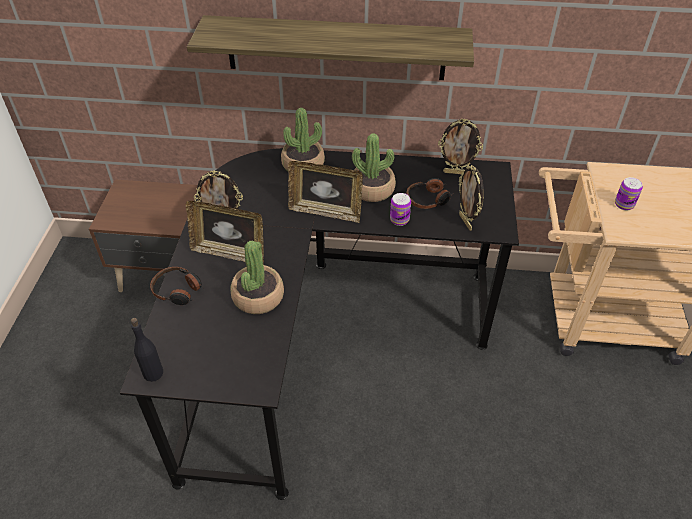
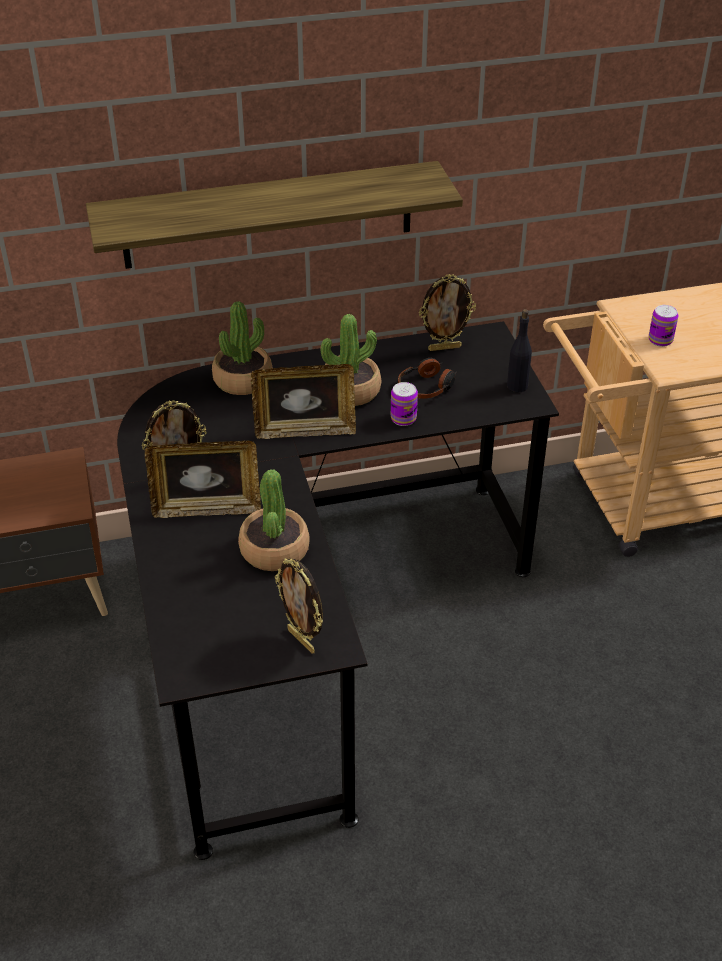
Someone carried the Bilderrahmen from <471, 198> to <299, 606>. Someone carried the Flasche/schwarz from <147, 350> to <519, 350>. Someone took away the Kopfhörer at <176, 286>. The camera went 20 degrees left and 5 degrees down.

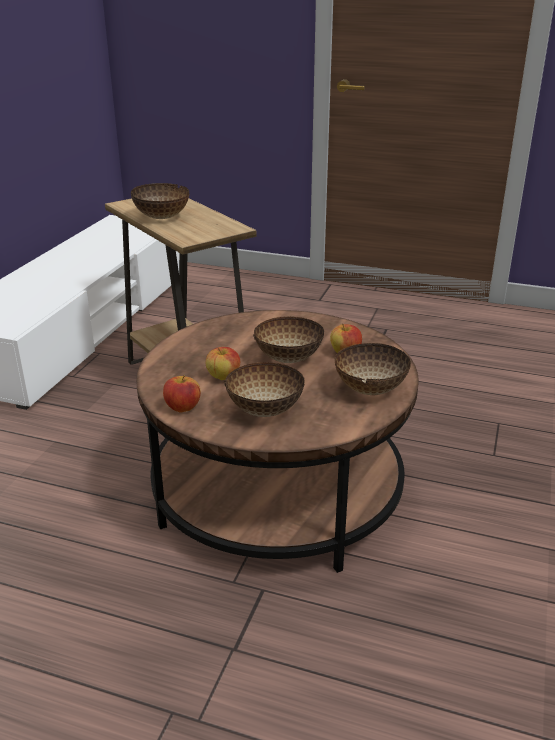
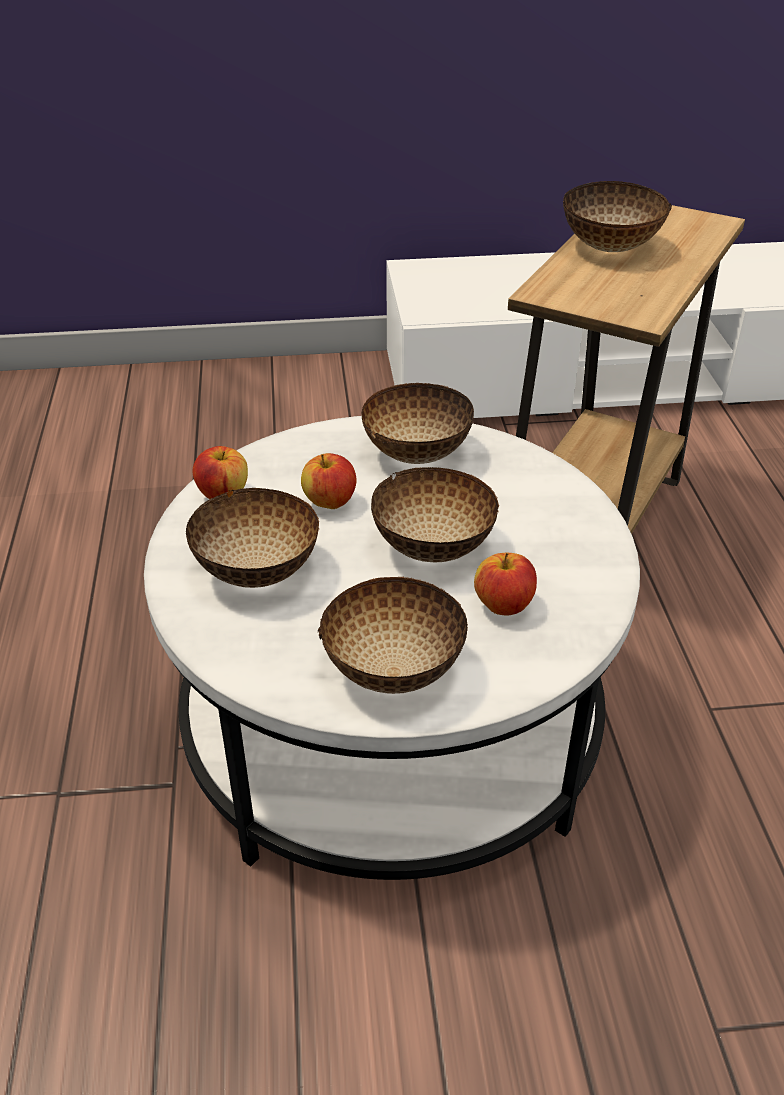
Someone repainted the Couchtisch/braun at <277, 441>, which became the Couchtisch/weiß at <392, 648>. Someone put down the Schüssel at <418, 423>. The camera went 65 degrees right and 10 degrees up.

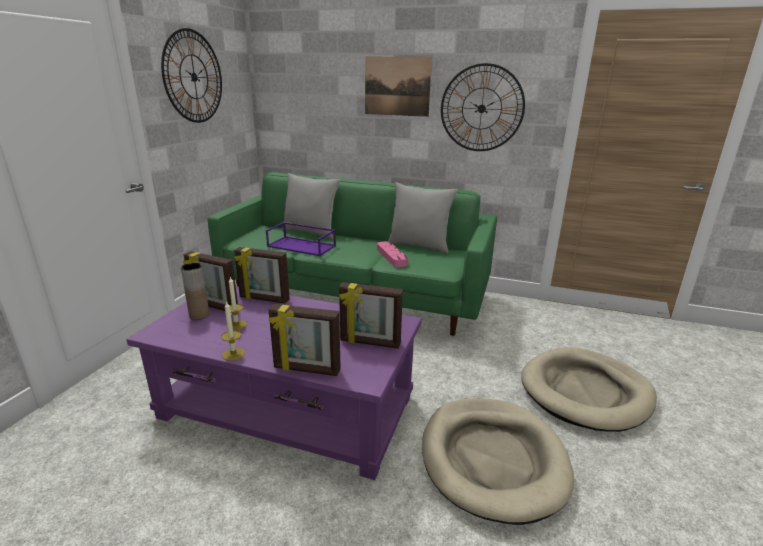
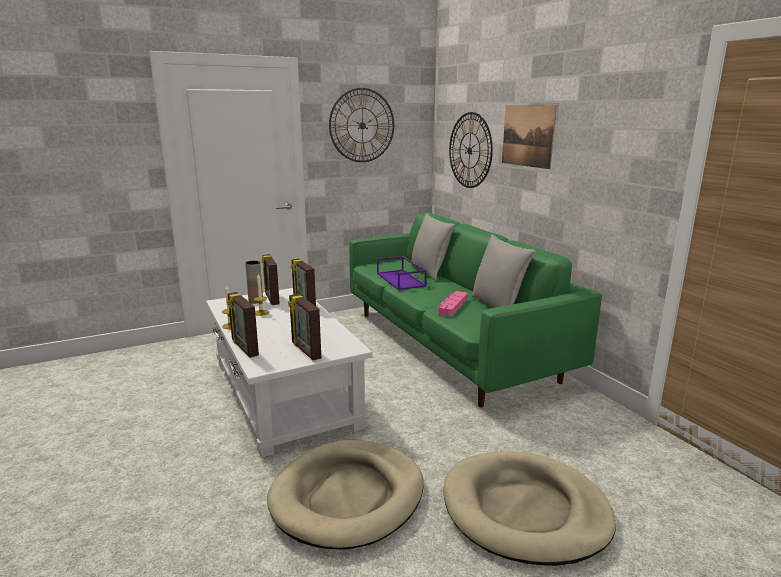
Someone repainted the Couchtisch/lila at <274, 383>, which became the Couchtisch/weiß at <289, 373>. Someone carried the Wanduhr from <483, 107> to <471, 150>. The camera went 45 degrees right and 5 degrees down.

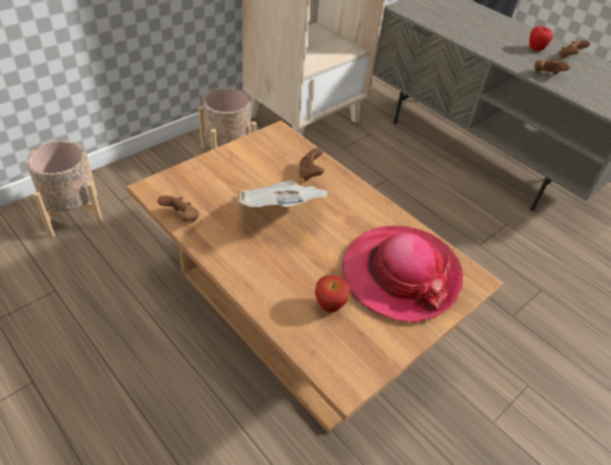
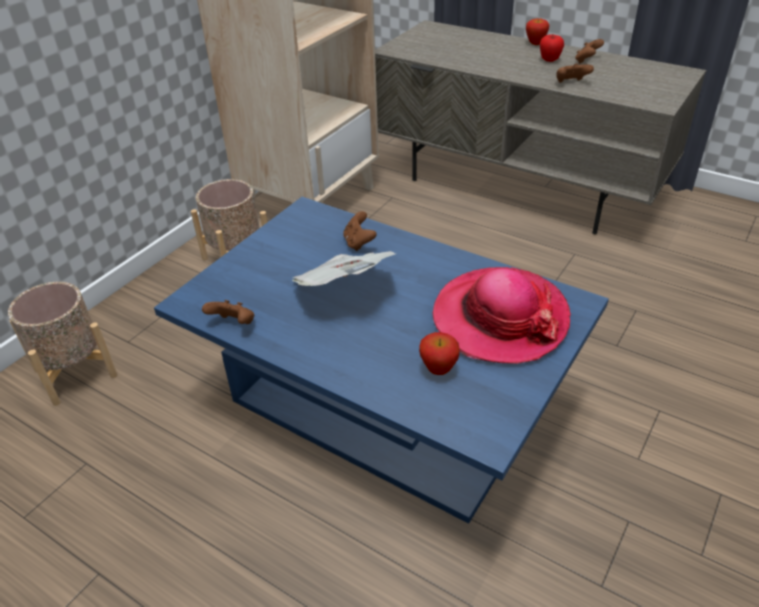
Someone repainted the Couchtisch/braun at <315, 276>, which became the Couchtisch/blau at <381, 360>. Someone put down the Apfel at <537, 31>. The camera went 10 degrees left and 5 degrees down.

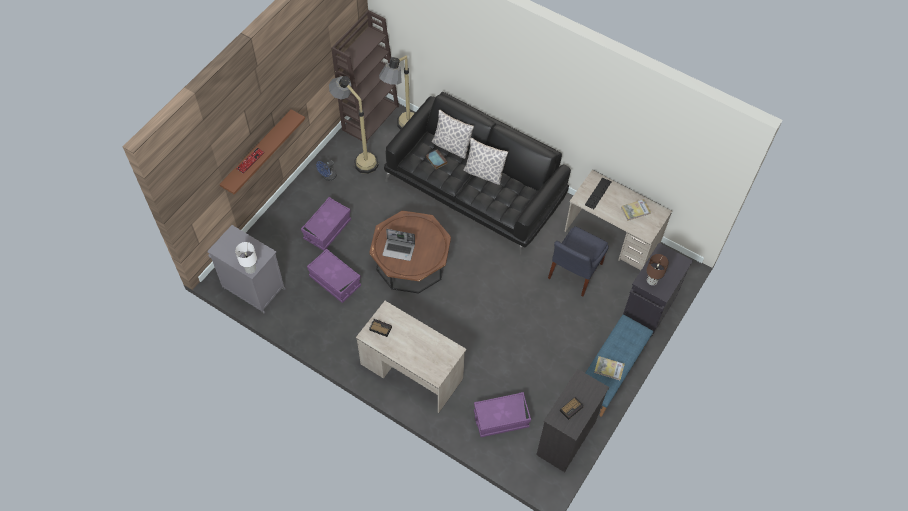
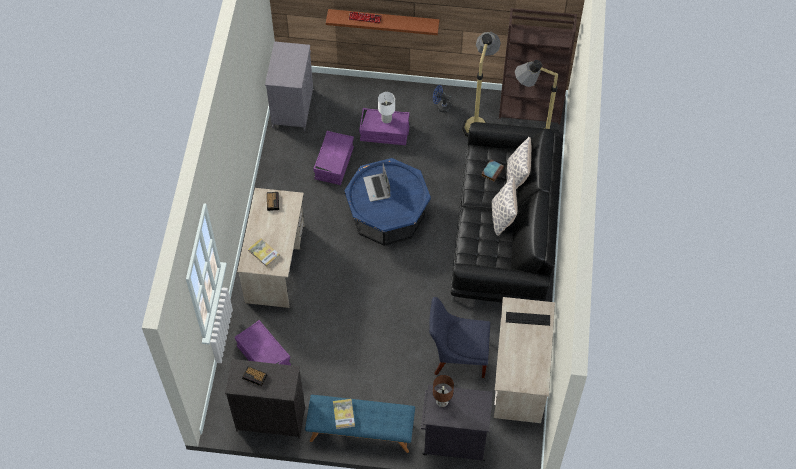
Someone carried the Buch from <636, 210> to <264, 252>. Someone repainted the Couchtisch/braun at <410, 252>, which became the Couchtisch/blau at <387, 202>. Someone carried the Tischlampe/weiß from <246, 258> to <386, 107>. The camera went 65 degrees right and 0 degrees up.

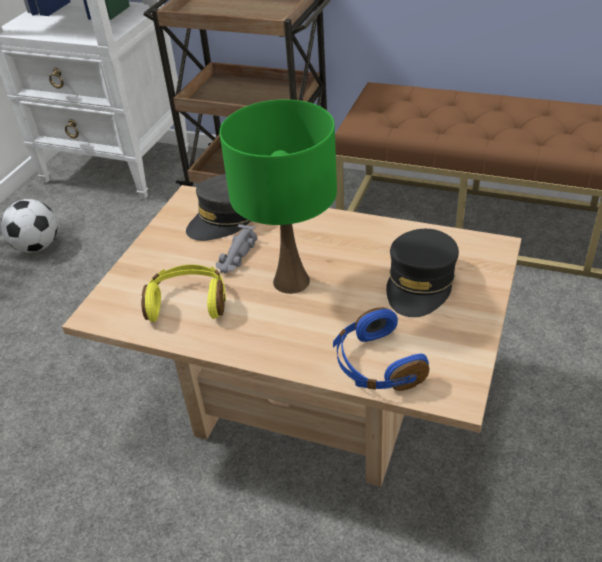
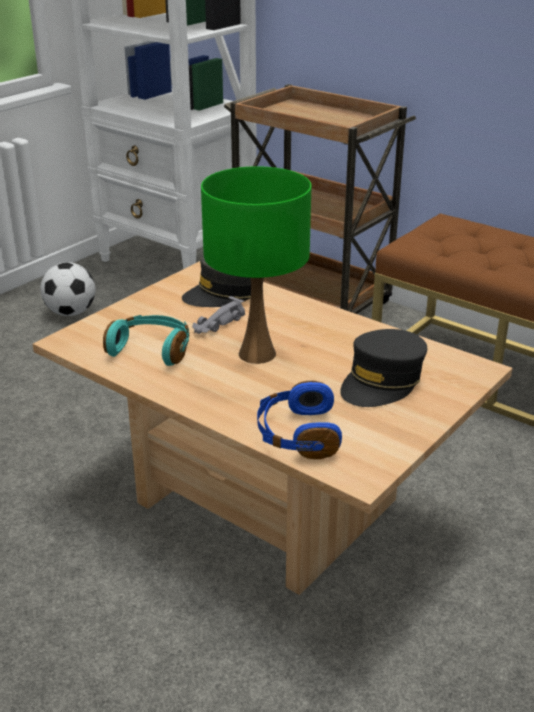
Someone repainted the Kopfhörer/gelb at <183, 293>, which became the Kopfhörer/türkis at <146, 340>. The camera went 15 degrees right and 10 degrees down.

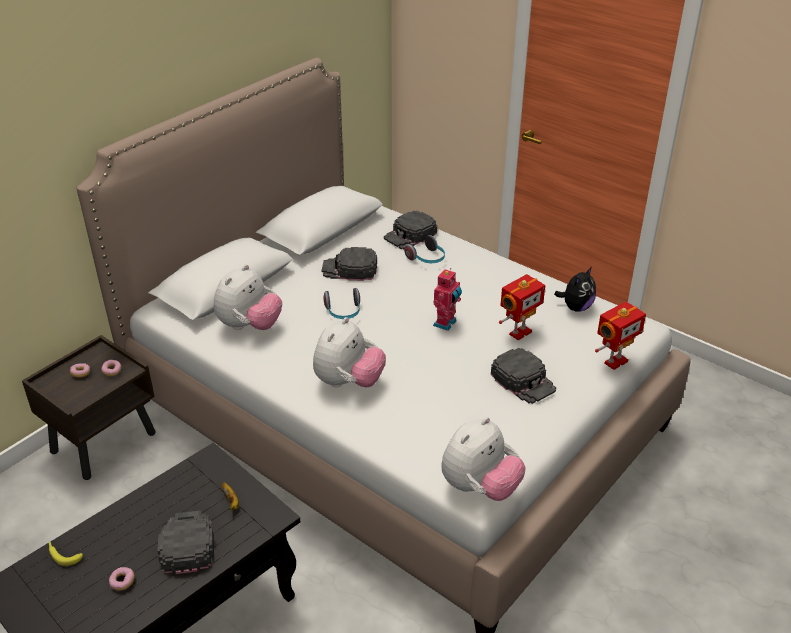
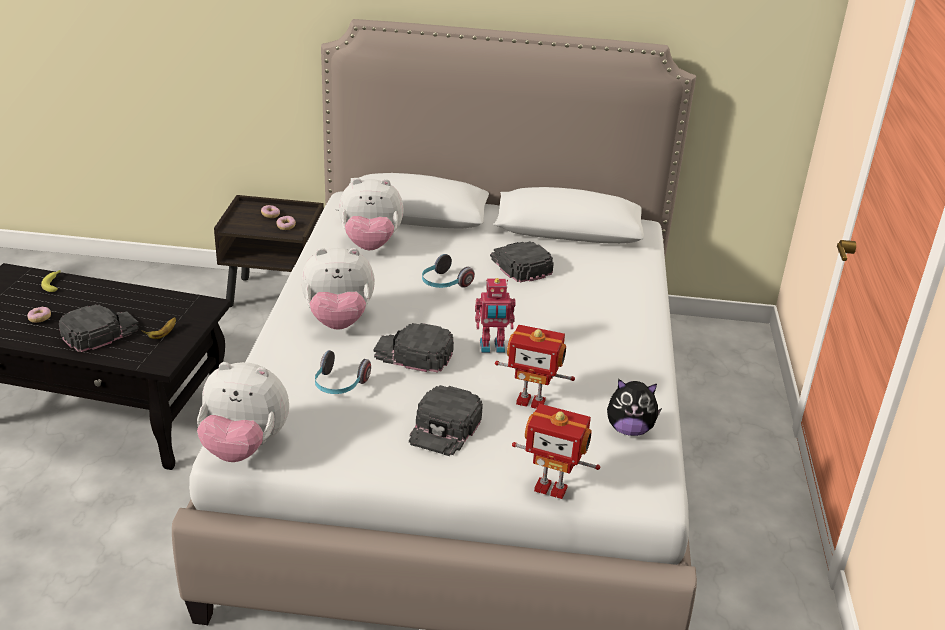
Someone carried the Kopfhörer from <424, 249> to <343, 372>. Someone carried the Kappe/schwarz from <410, 229> to <413, 348>. The camera went 55 degrees right and 5 degrees down.

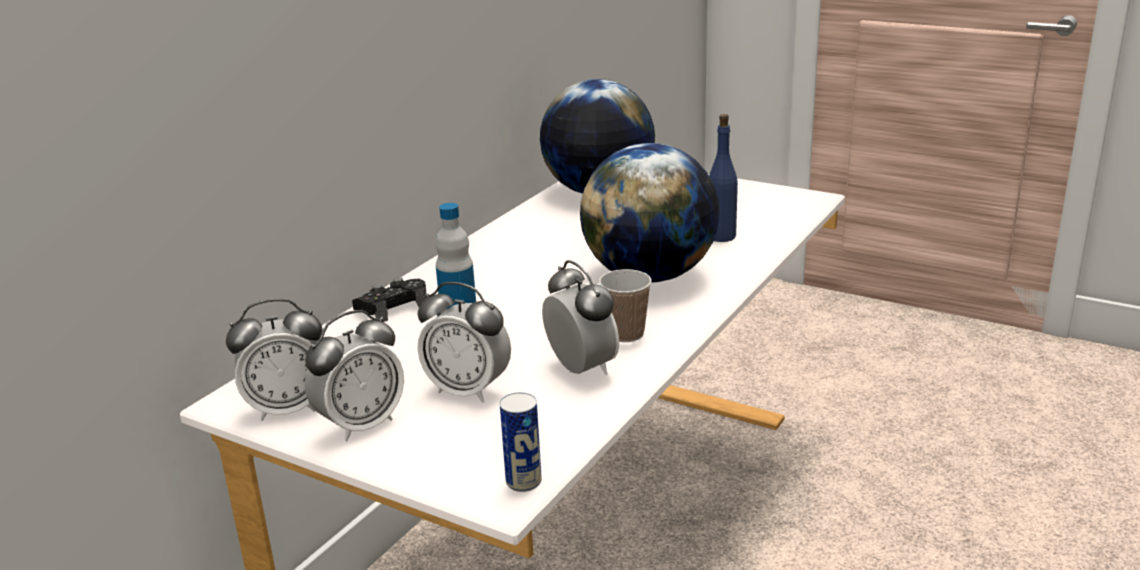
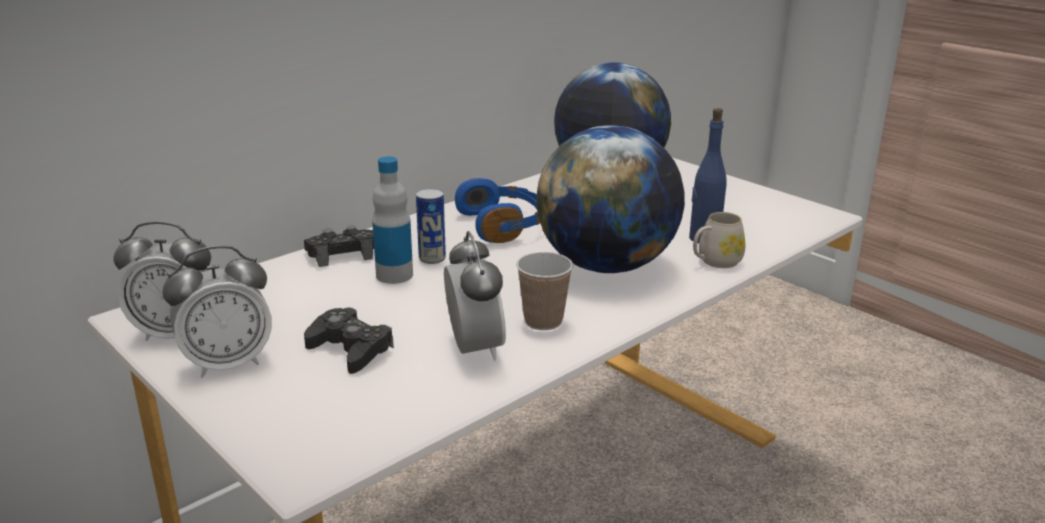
Someone swapped the Wecker at <464, 342> for the Gamepad/schwarz at <349, 341>. Someone carried the Dose from <521, 442> to <431, 226>. Someone put down the Kopfhörer/blau at <497, 210>. Someone put down the Henkelbecher/weiß at <719, 240>. The camera went 15 degrees right and 0 degrees up.

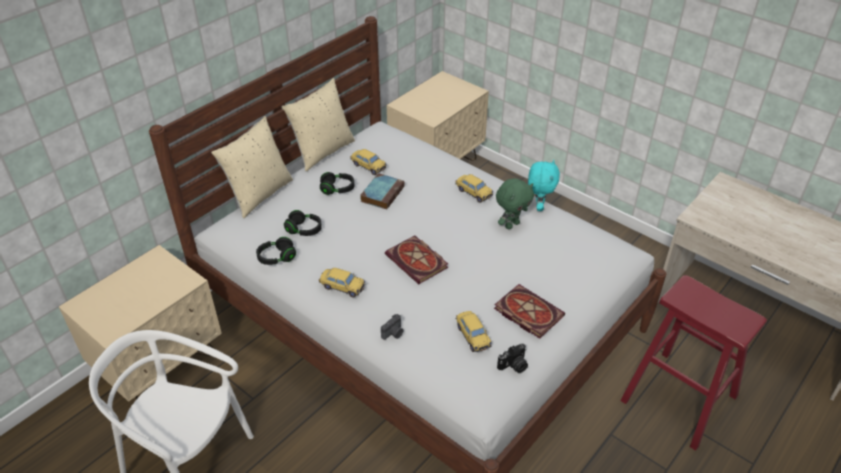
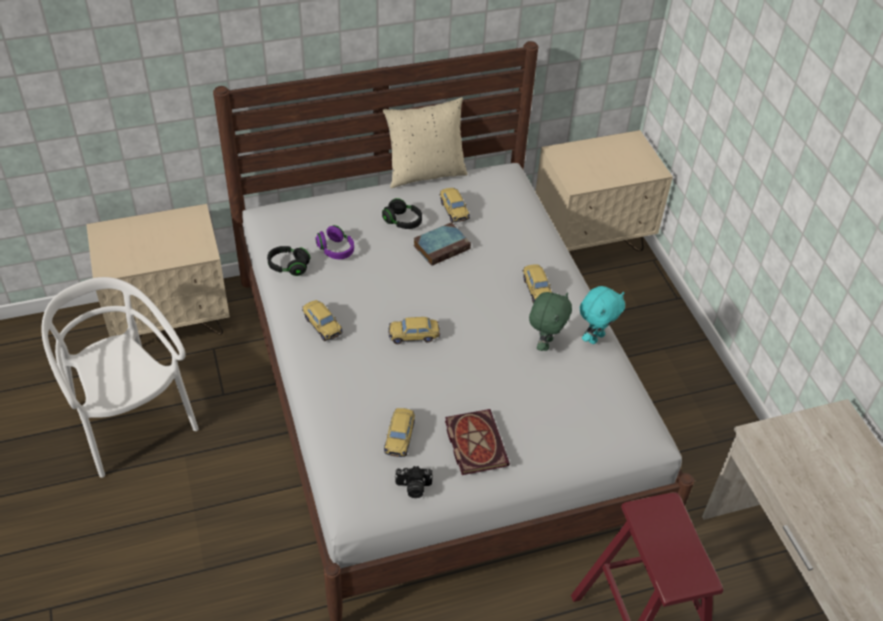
Someone repainted the Kopfhörer/schwarz at <303, 223>, which became the Kopfhörer/lila at <335, 242>. Someone swapped the Buch at <416, 259> for the Spielzeugauto at <414, 330>. Someone rotated the Plüschtier/grün at <515, 203> by 60 degrees counterclockwise. Someone took away the Kissen/beige at <252, 167>. Someone took away the Kamera at <392, 327>. The camera went 30 degrees right and 5 degrees up.

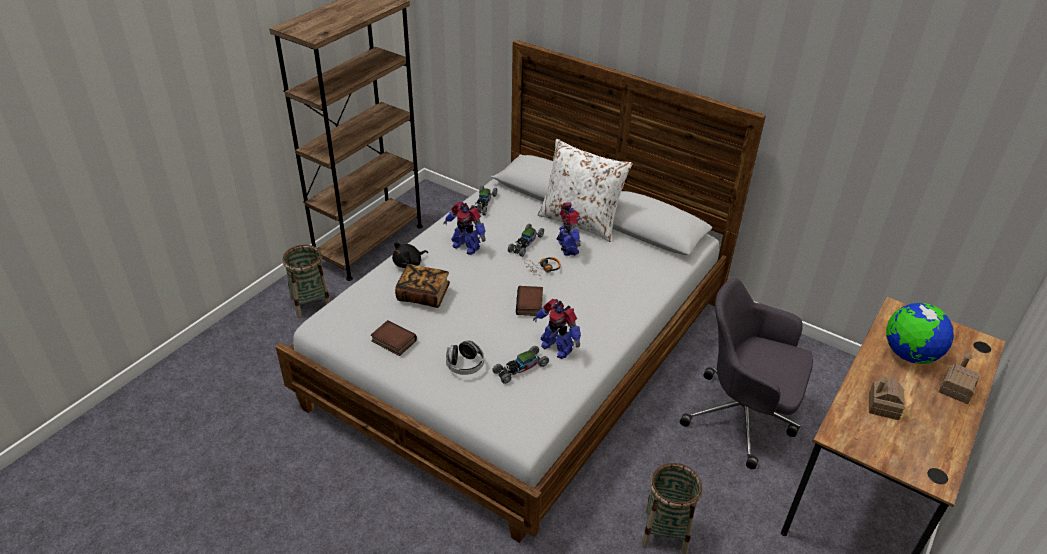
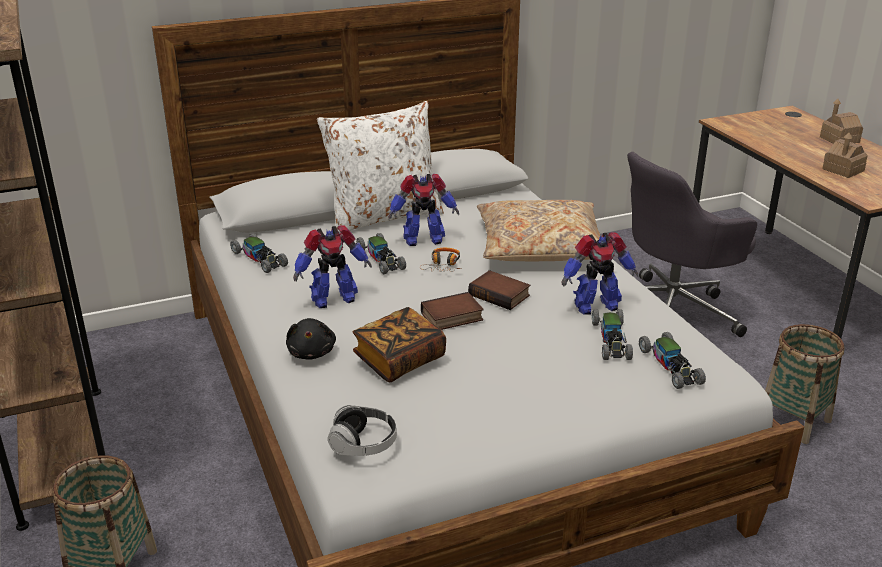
Someone carried the Kopfhörer from <465, 357> to <362, 430>. Someone rotated the Spielzeugroboter at <568, 229> by 150 degrees clockwise. Someone carried the Buch from <394, 338> to <452, 311>. Someone put down the Kissen/beige at <538, 230>. Someone put down the Spielzeugauto at <672, 360>. Someone took away the Globus at <920, 333>. The camera went 55 degrees left and 10 degrees down.

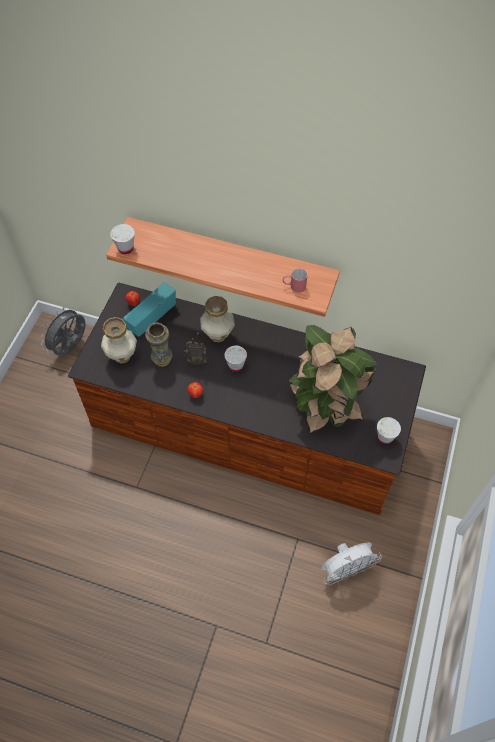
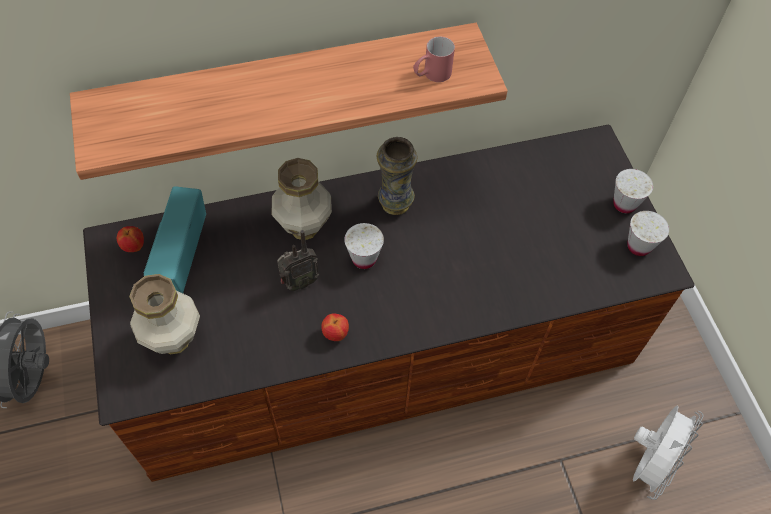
Someone carried the Vase from <158, 344> to <397, 176>. Someone carried the Tasse/weiß from <122, 239> to <633, 191>. Someone took away the Topfpflanze at <333, 379>. The camera went 35 degrees left and 0 degrees up.

